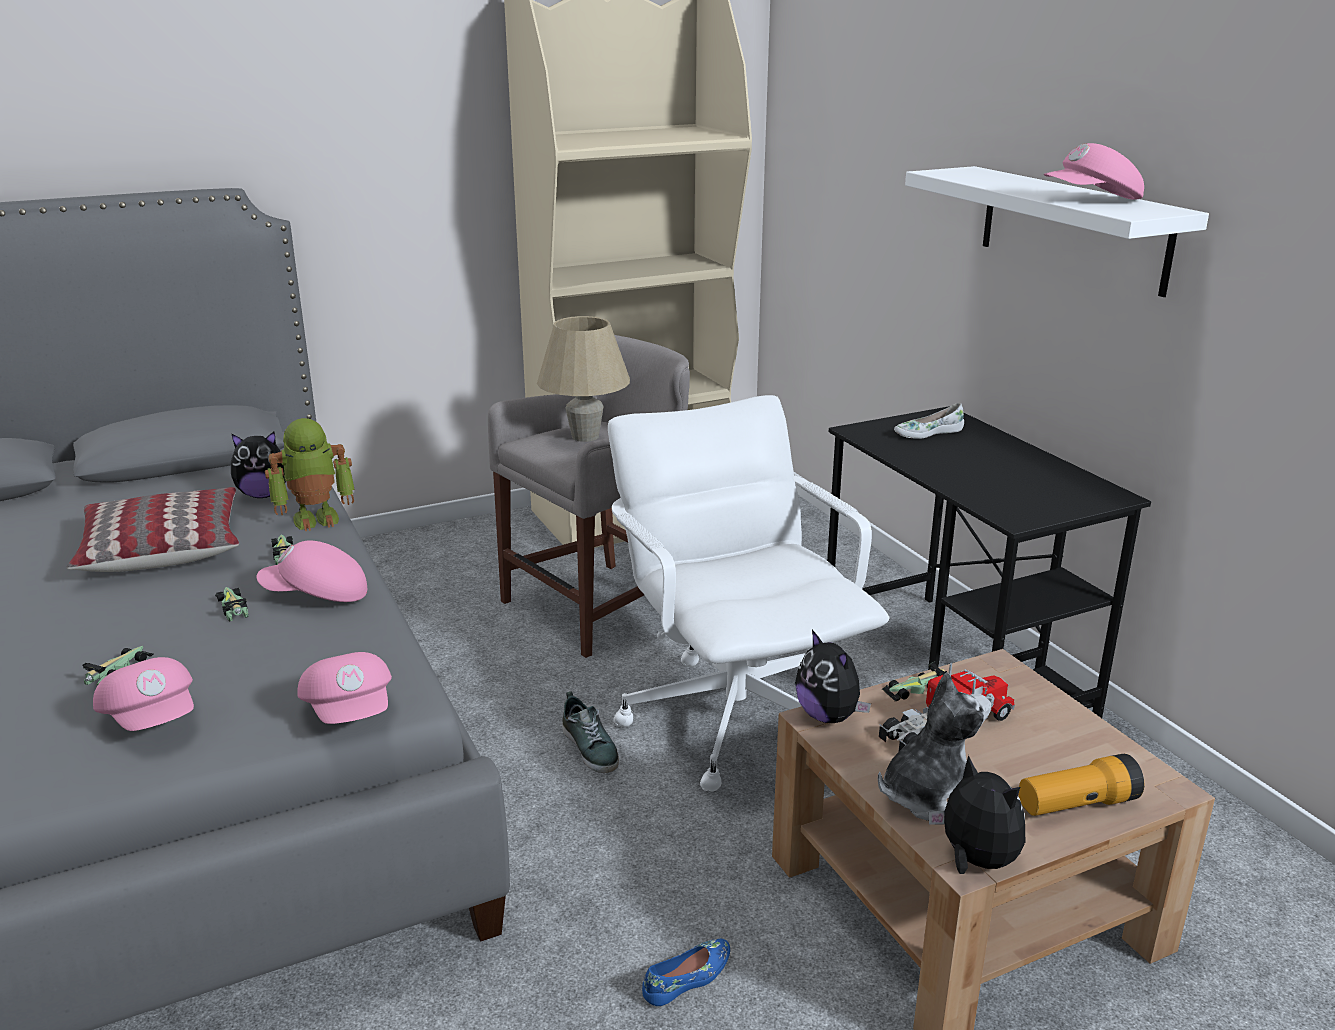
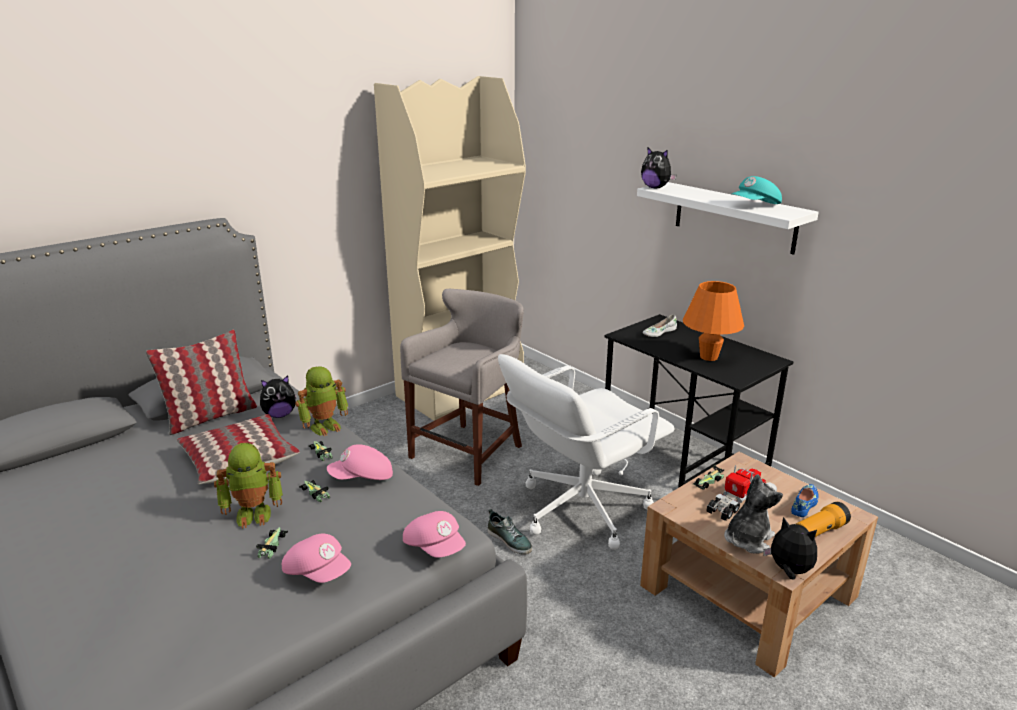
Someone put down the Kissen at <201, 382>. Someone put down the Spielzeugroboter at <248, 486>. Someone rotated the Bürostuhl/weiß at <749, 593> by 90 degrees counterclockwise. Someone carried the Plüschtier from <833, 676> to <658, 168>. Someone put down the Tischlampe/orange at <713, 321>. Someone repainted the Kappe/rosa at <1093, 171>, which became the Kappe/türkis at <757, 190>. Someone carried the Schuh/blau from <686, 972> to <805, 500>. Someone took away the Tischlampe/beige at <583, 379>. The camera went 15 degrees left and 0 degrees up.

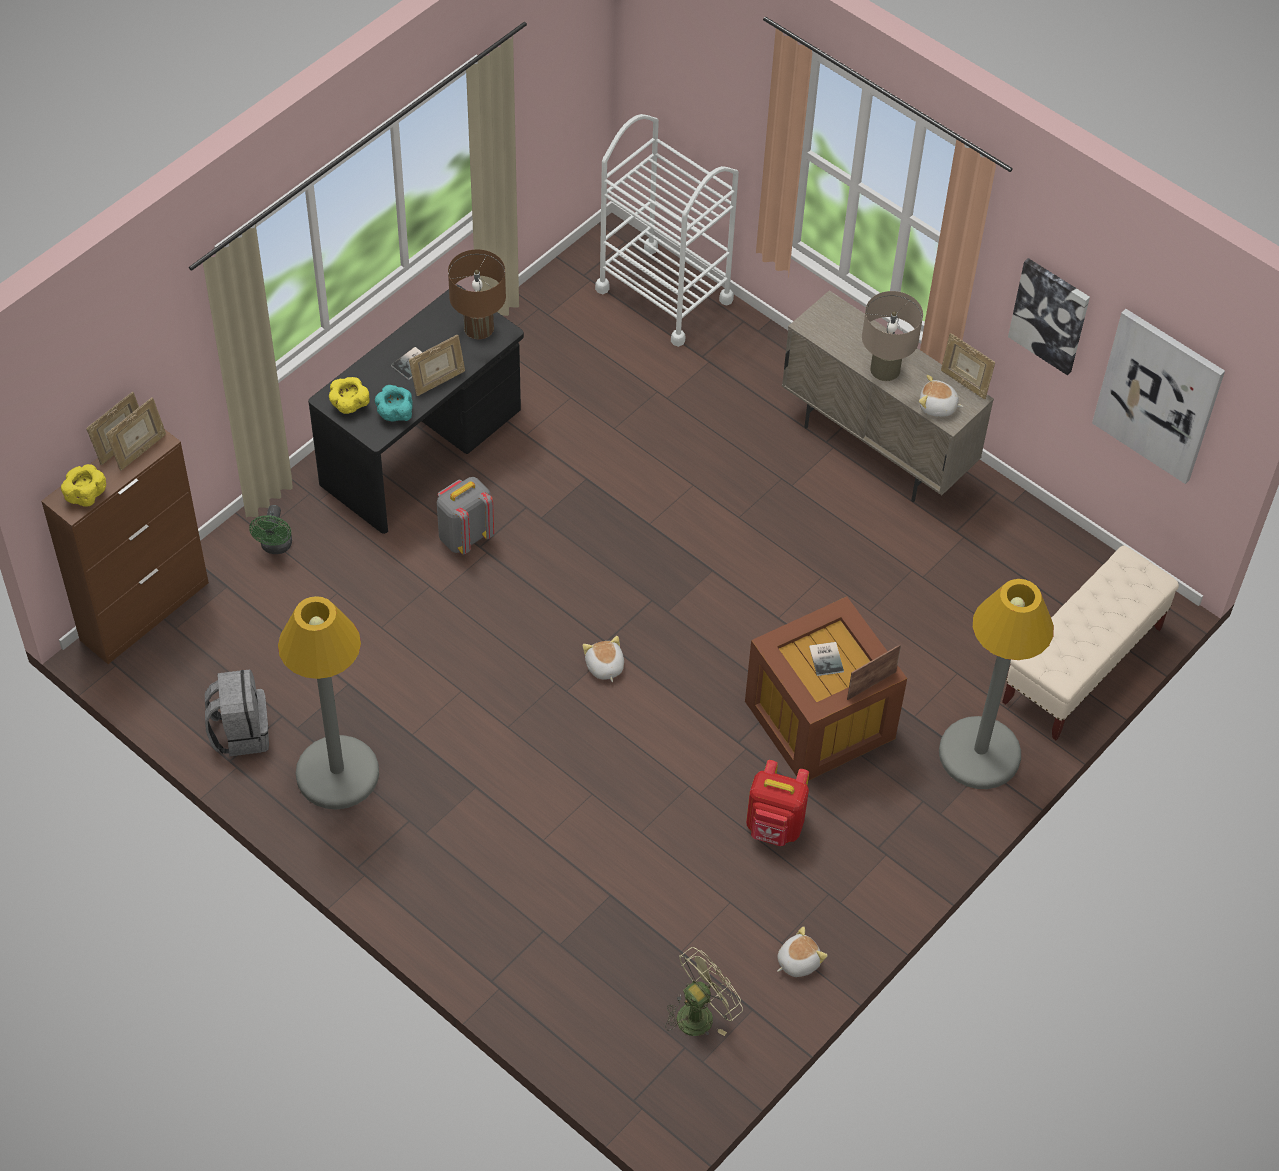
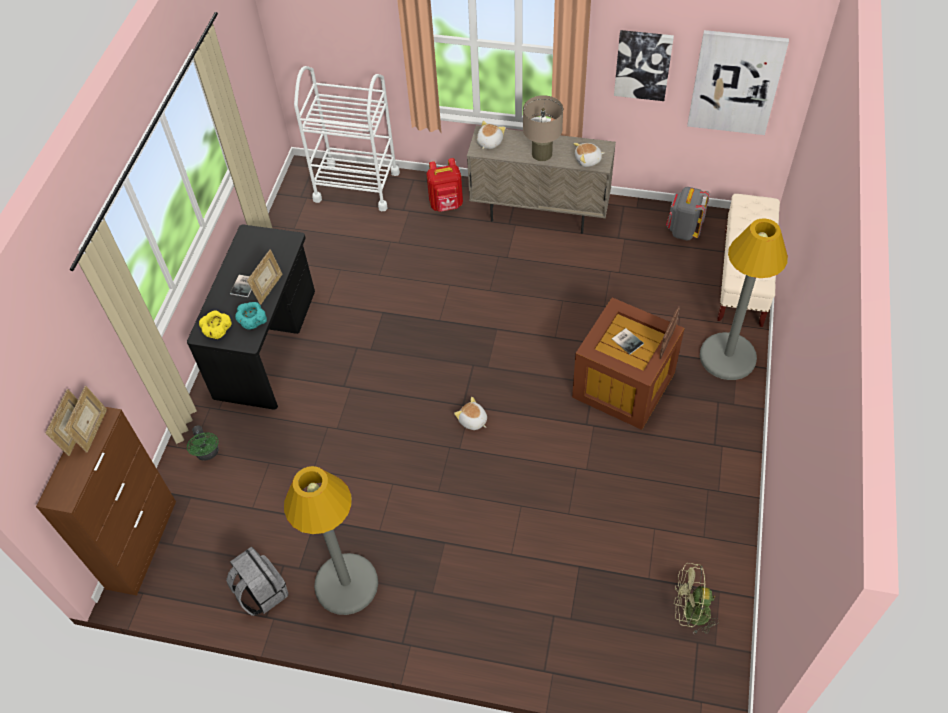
Someone carried the Rucksack/rot from <777, 803> to <445, 185>. Someone carried the Plüschtier from <802, 951> to <491, 135>. Someone carried the Rucksack/grau from <465, 516> to <688, 213>. Someone rotated the Ventilator/grün at <704, 991> by 105 degrees counterclockwise. Someone took away the Schüssel/gelb at <83, 485>. Someone took away the Tischlampe/braun at <477, 294>. Someone took away the Bilderrahmen at <968, 366>. The camera went 25 degrees left and 0 degrees up.

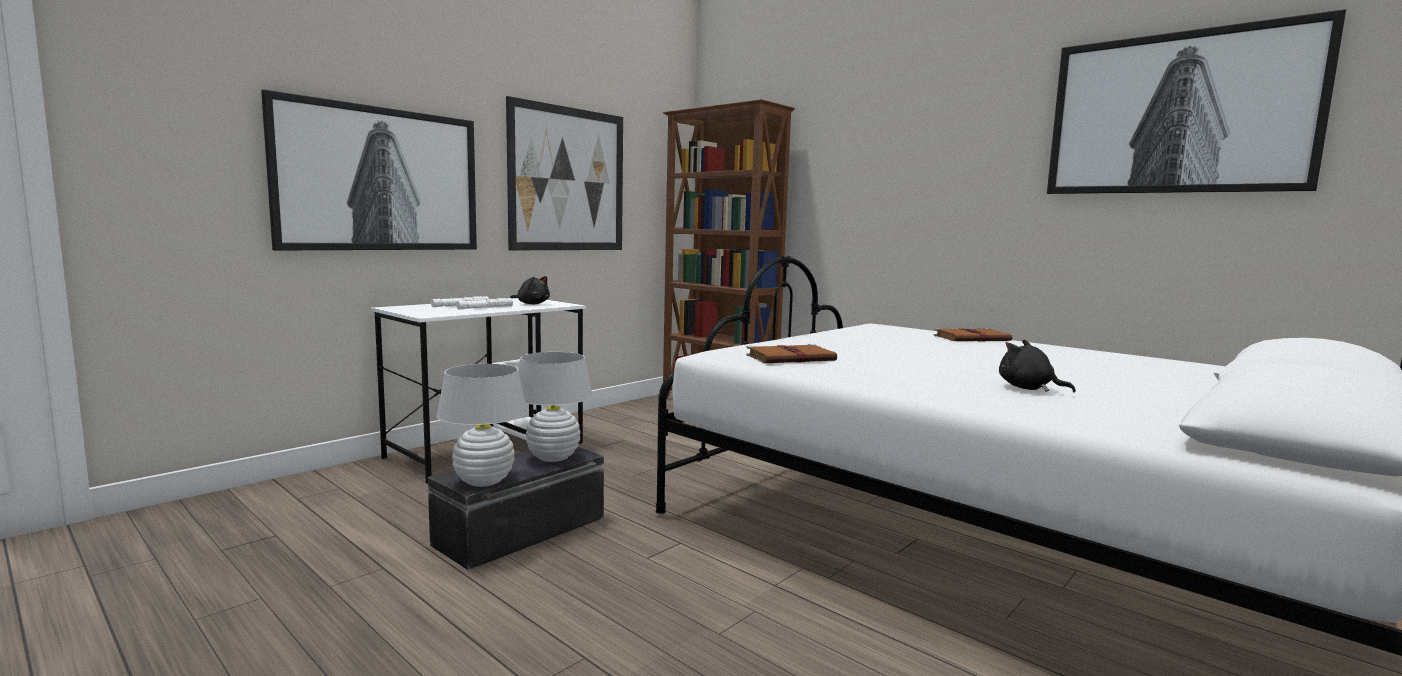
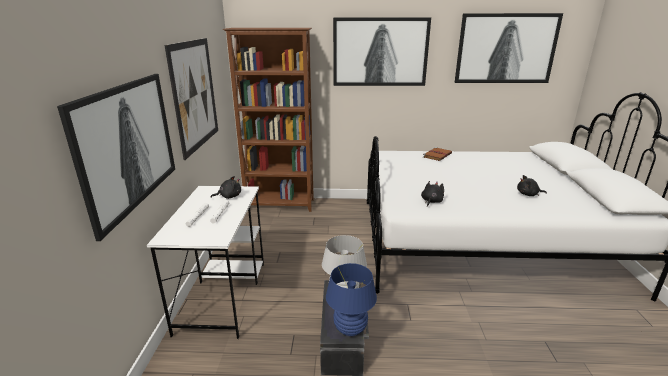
Someone repainted the Tischlampe/weiß at <482, 425>, which became the Tischlampe/blau at <351, 299>. Someone put up the Bild at <382, 51>. Someone swapped the Buch/braun at <791, 353> for the Plüschtier/schwarz at <432, 194>. The camera went 40 degrees left and 15 degrees up.

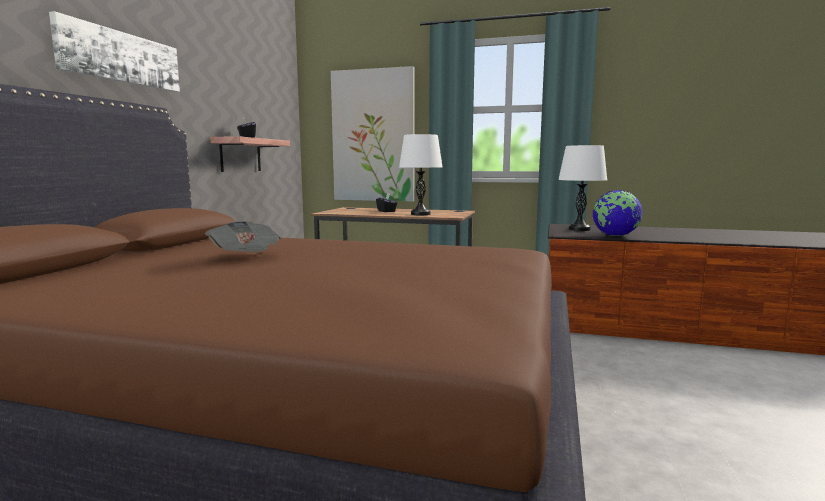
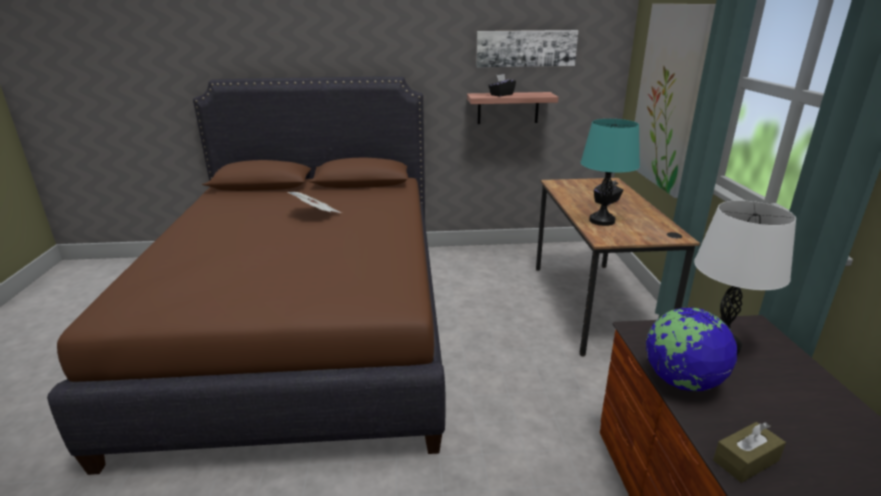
Someone carried the Bild from <114, 51> to <527, 48>. Someone repainted the Tischlampe/weiß at <420, 174>, which became the Tischlampe/türkis at <610, 172>. Someone put down the Taschentuchbox/braun at <749, 452>. The camera went 70 degrees right and 15 degrees up.

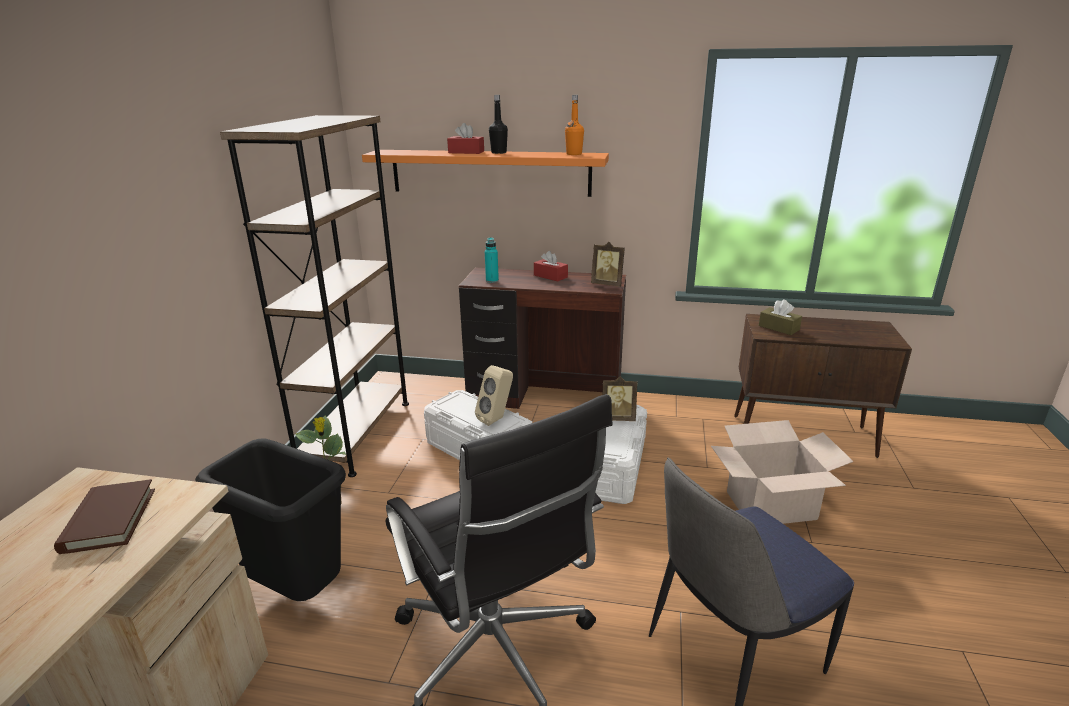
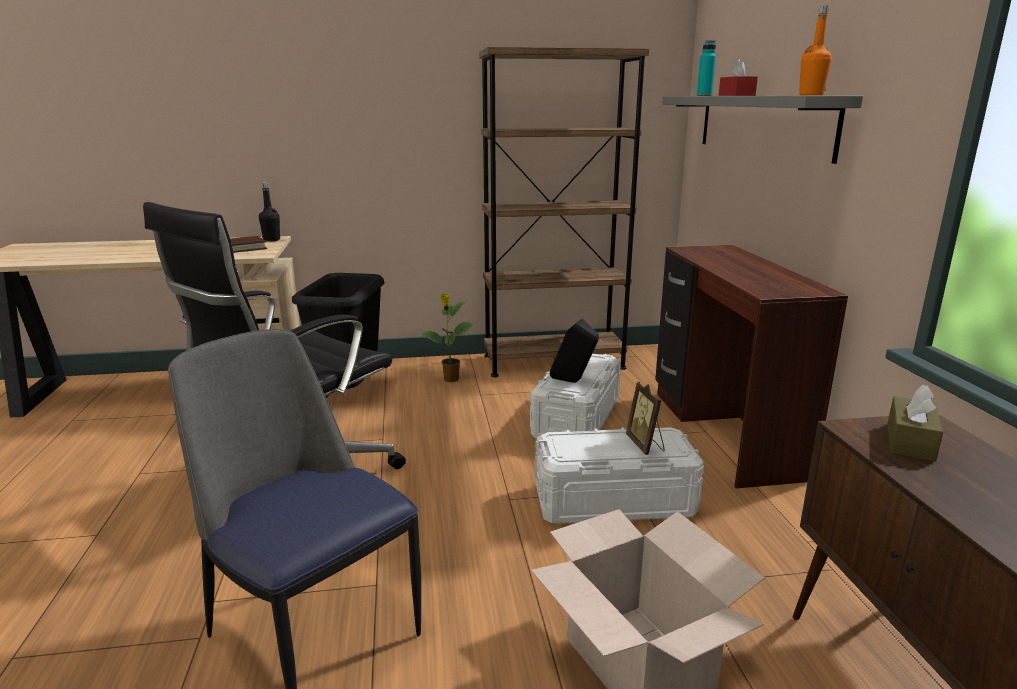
Someone carried the Flasche/schwarz from <498, 124> to <269, 211>. Someone repainted the Lautsprecher/beige at <494, 395>, which became the Lautsprecher/schwarz at <574, 350>. Someone repainted the Wandregal/orange at <485, 173>, which became the Wandregal/grau at <762, 130>. Someone carried the Flasche/türkis from <492, 260> to <706, 68>. Someone took away the Taschentuchbox/rot at <551, 266>. Someone took away the Bilderrahmen at <608, 264>. The camera went 70 degrees right and 5 degrees down.

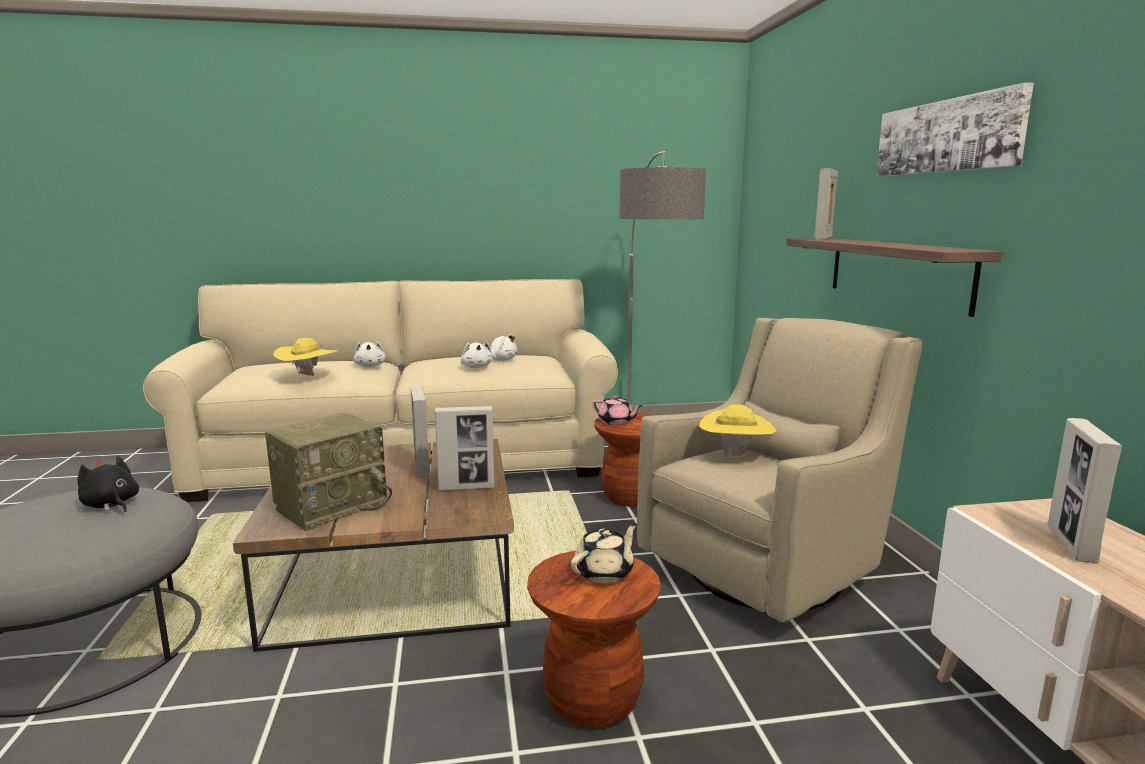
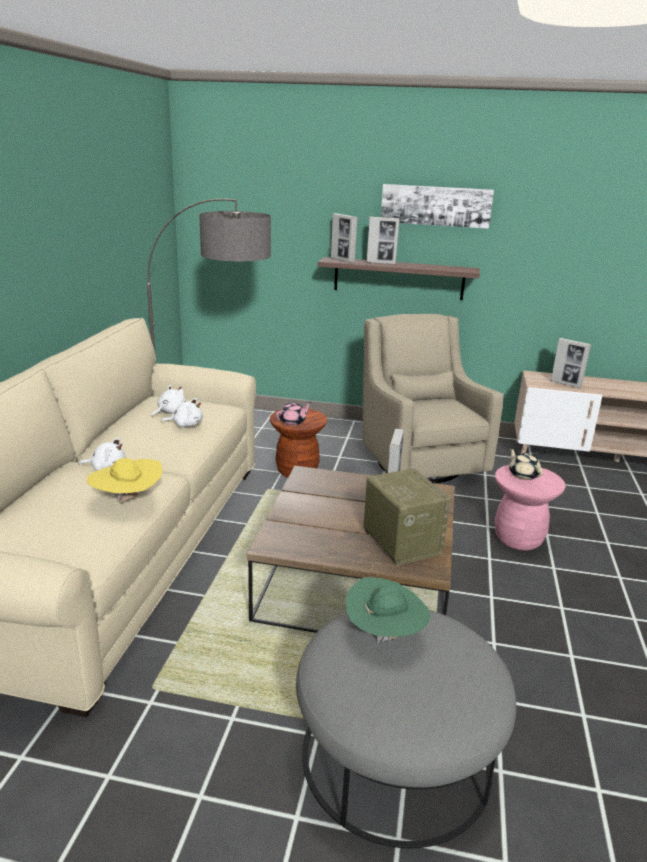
Someone swapped the Plüschtier/schwarz at <108, 484> for the Hut/grün at <388, 610>. Someone carried the Bilderrahmen from <420, 431> to <383, 240>. Someone repainted the Hocker/braun at <594, 639>, which became the Hocker/rosa at <530, 507>. Someone took away the Hut/gelb at <737, 431>. The camera went 70 degrees left and 10 degrees up.

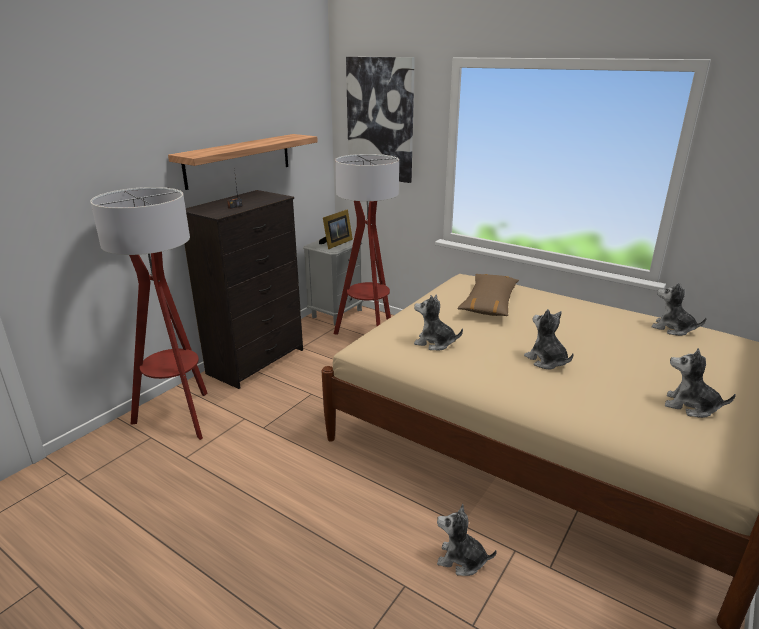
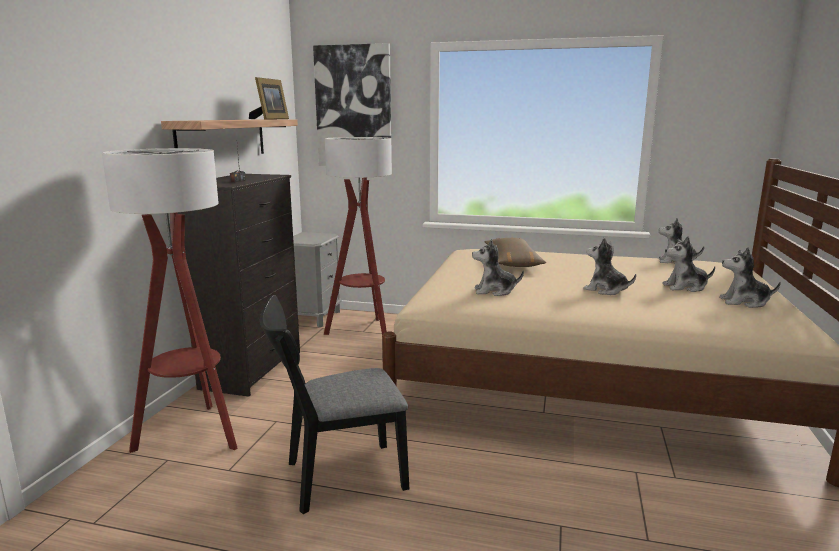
Someone carried the Bilderrahmen from <336, 229> to <269, 98>. Someone put down the Stuhl/schwarz at <334, 404>. Someone carried the Plüschtier from <467, 540> to <688, 264>. The camera went 20 degrees left and 10 degrees down.

